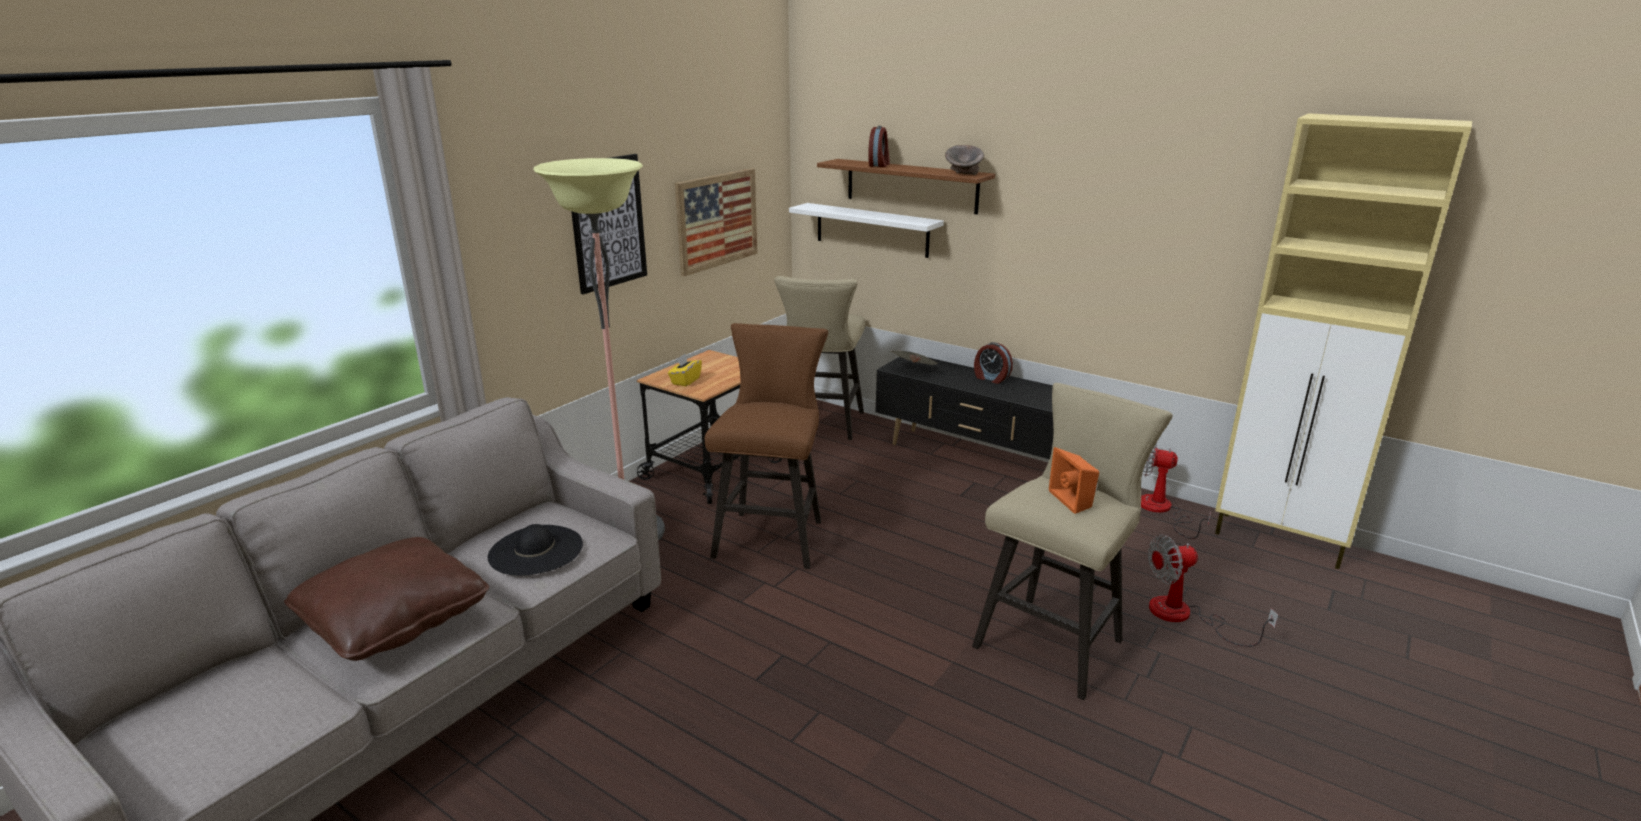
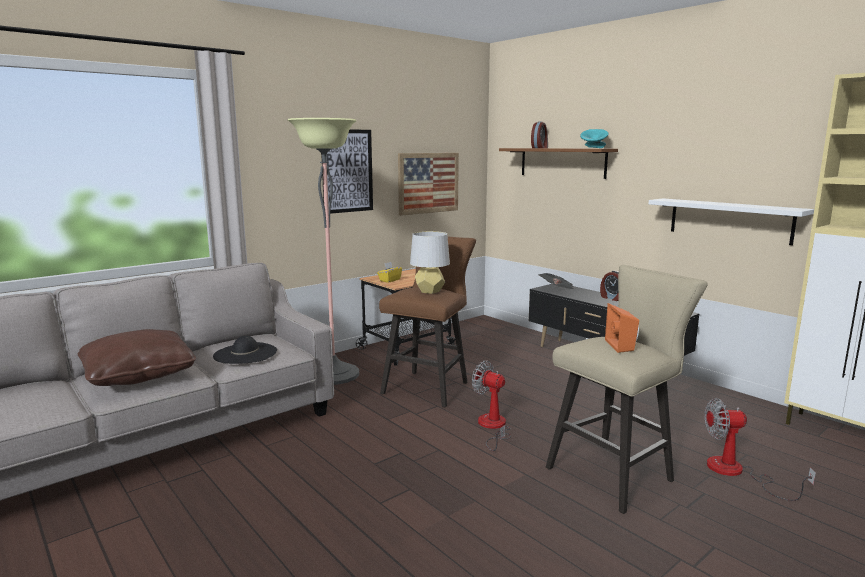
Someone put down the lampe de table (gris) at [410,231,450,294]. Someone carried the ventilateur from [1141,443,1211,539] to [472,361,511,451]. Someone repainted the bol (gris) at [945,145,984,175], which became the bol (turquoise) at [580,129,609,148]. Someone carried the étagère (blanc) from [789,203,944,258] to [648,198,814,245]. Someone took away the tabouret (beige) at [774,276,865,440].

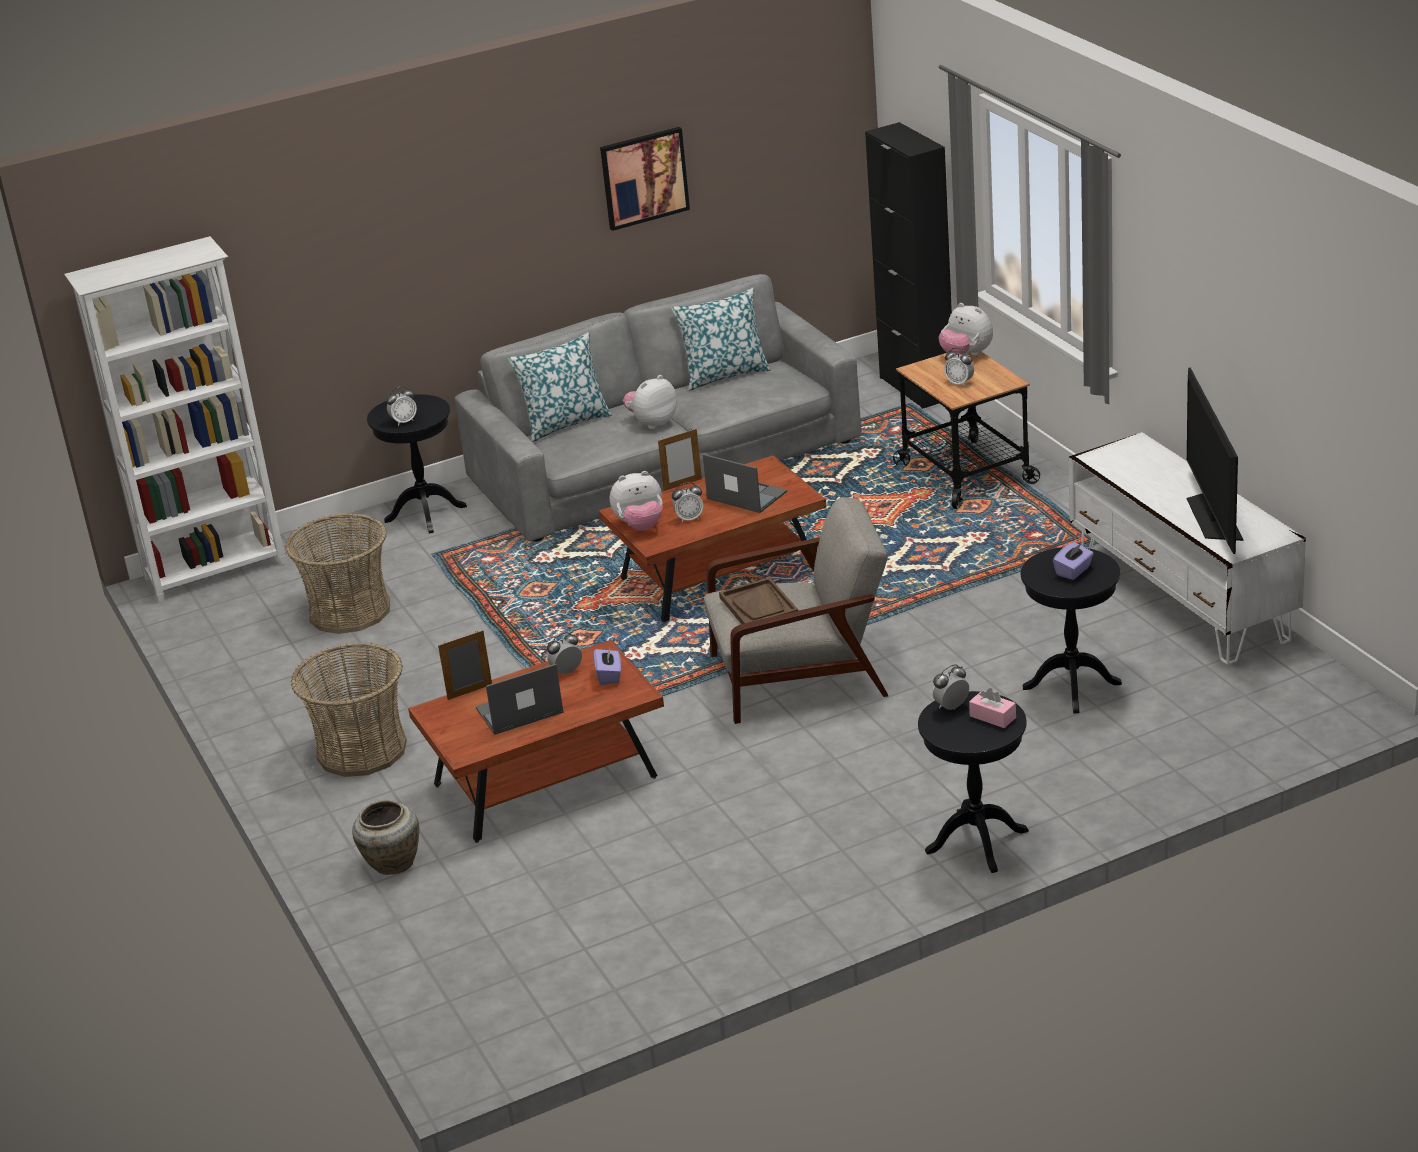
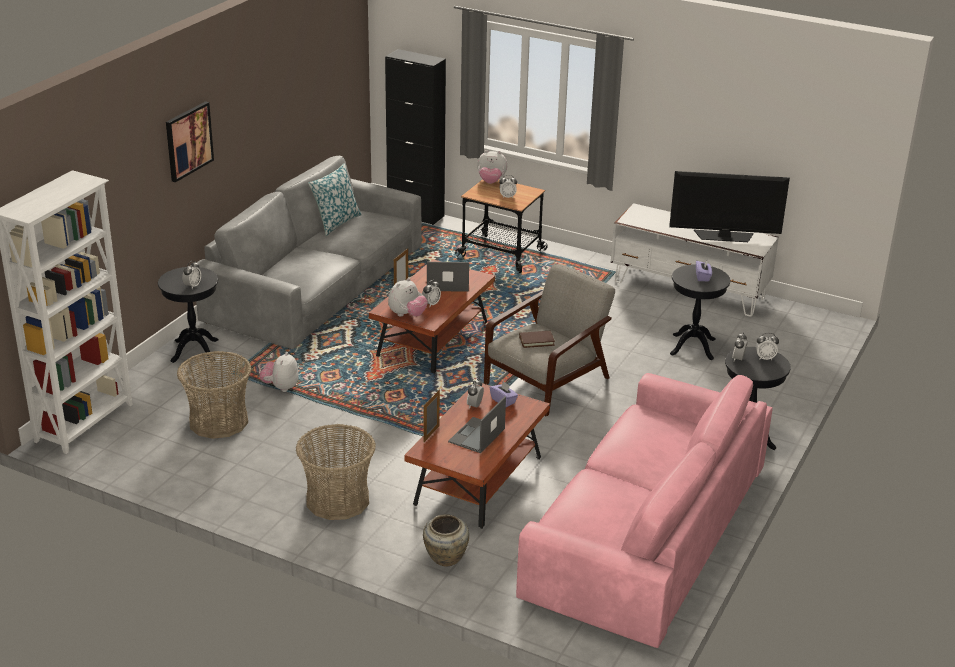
Someone carried the tableau from [600,127,690,231] to [166,101,214,182]. Someone carried the peluche from [623,375,677,429] to [259,352,299,392]. Someone put down the canapé (rose) at [516,373,773,648]. Someone swapped the plateau (marron) at [719,577,798,624] for the livre (marron) at [519,331,555,348]. Someone rotated the téléviseur at [1187,368,1243,554] by 45 degrees counterclockwise. Someone swapped the boîte à mouchoirs (rose) at [969,688,1016,728] for the réveil at [756,333,779,360]. Someone took away the coussin at [508,332,612,442].

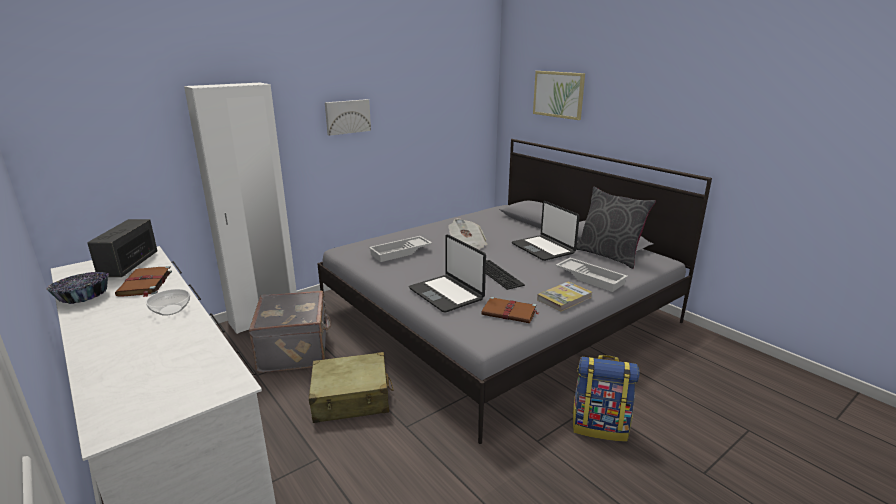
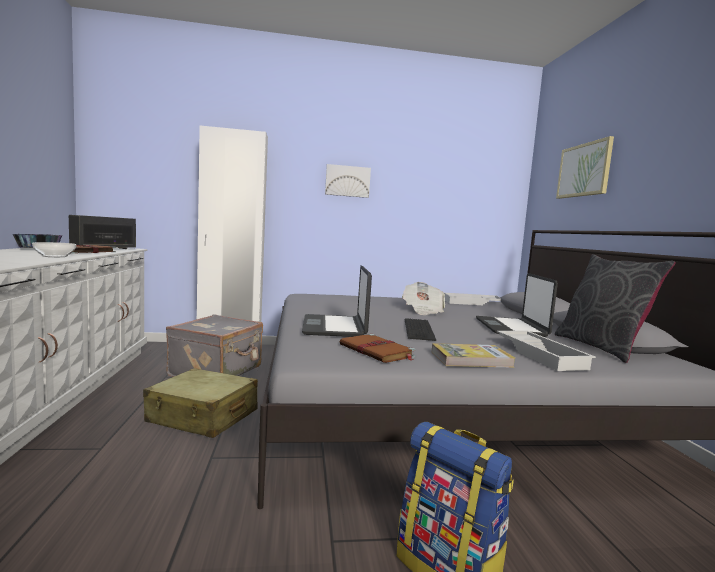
Someone carried the plateau (blanc) from [369,236,432,262] to [443,292,501,305].

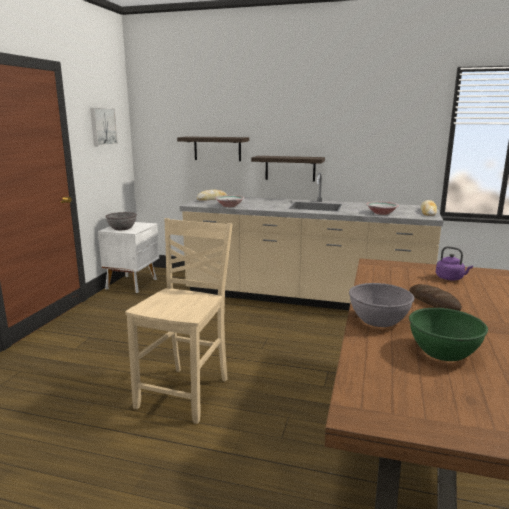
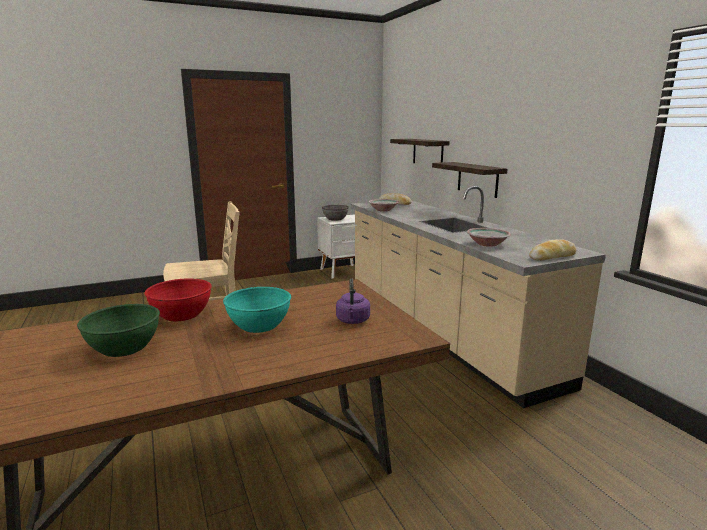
Someone repainted the bol (gris) at [349,283,414,327], which became the bol (rouge) at [144,278,212,321]. Someone swapped the pain at [409,284,462,311] for the bol (turquoise) at [223,287,291,333]. Someone took away the tableau at [90,108,118,146].

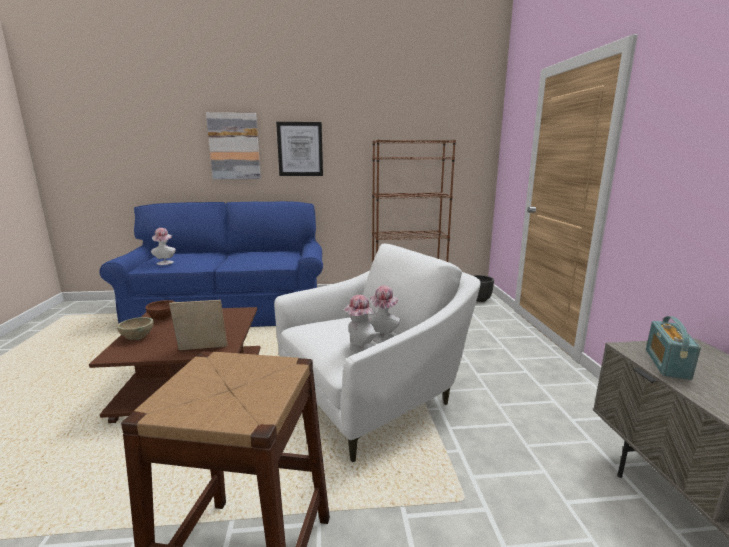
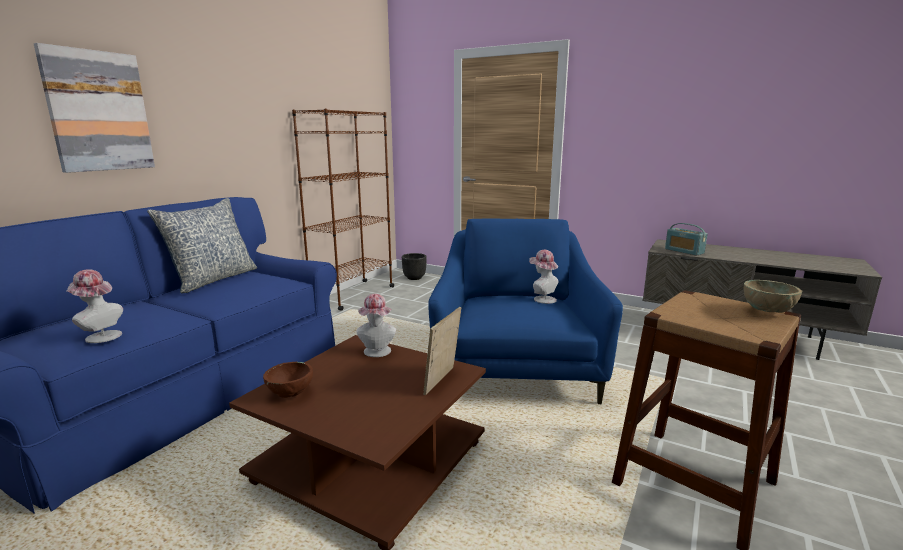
Someone put down the coussin at [147,198,257,293]. Someone carried the chapeau from [343,295,376,353] to [356,294,396,357]. Someone repainted the fauteuil (blanc) at [274,244,481,462], which became the fauteuil (bleu) at [428,218,623,404]. Someone carried the bol (beige) from [117,317,153,340] to [744,280,802,313]. Someone took away the tableau at [276,122,323,176].

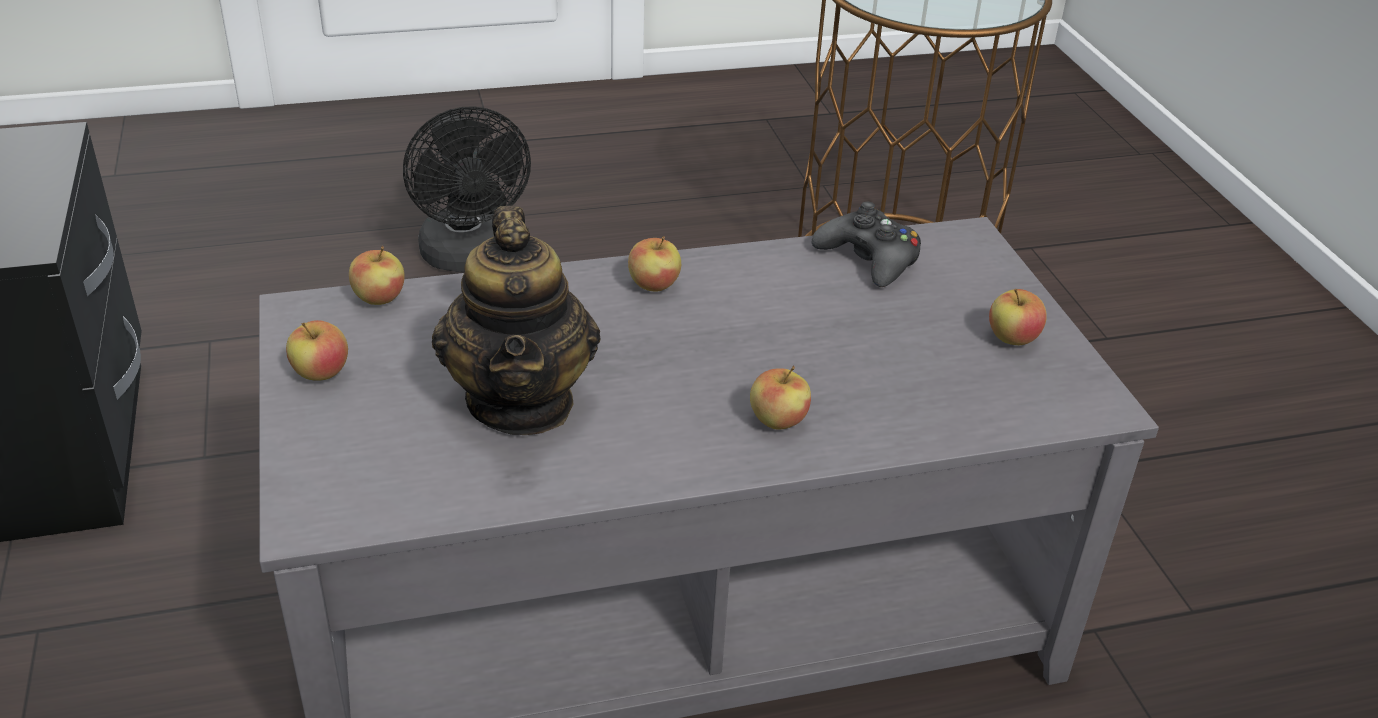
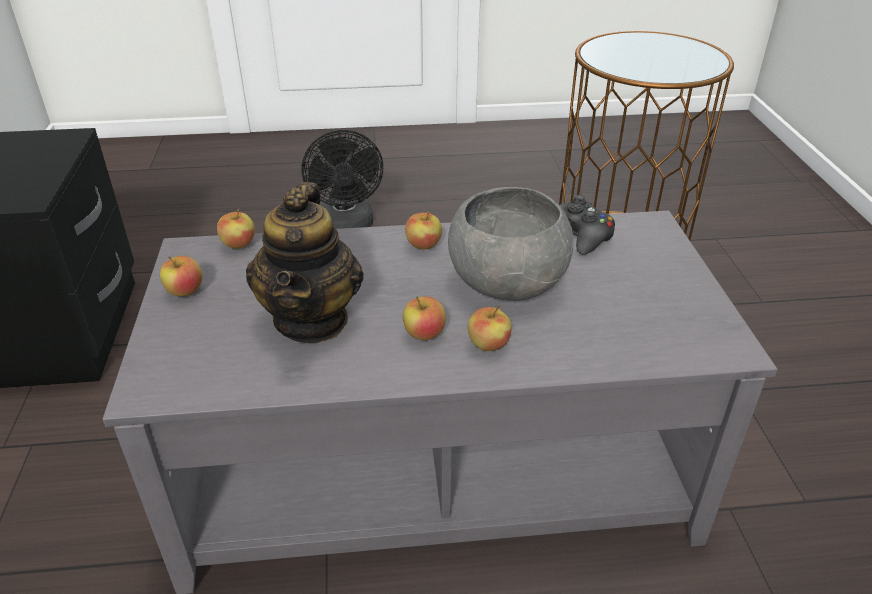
Someone carried the pomme from [989,289,1047,345] to [403,296,446,340]. Someone put down the bol (gris) at [448,187,573,301].

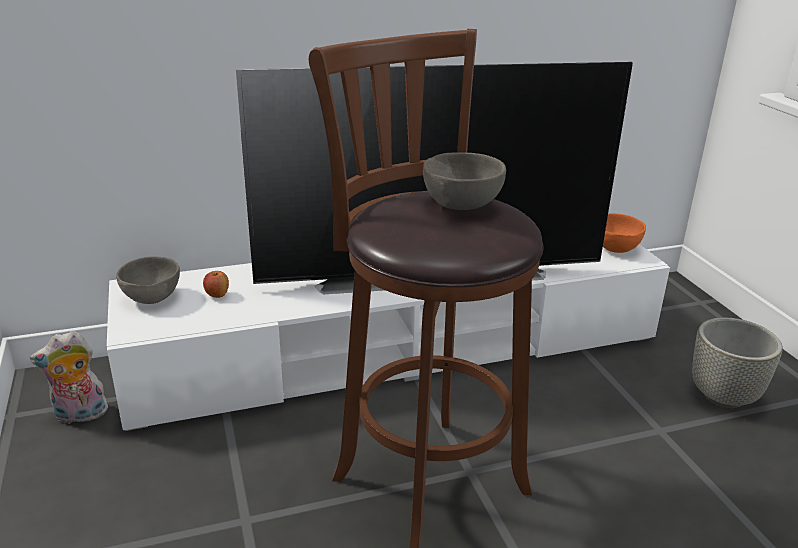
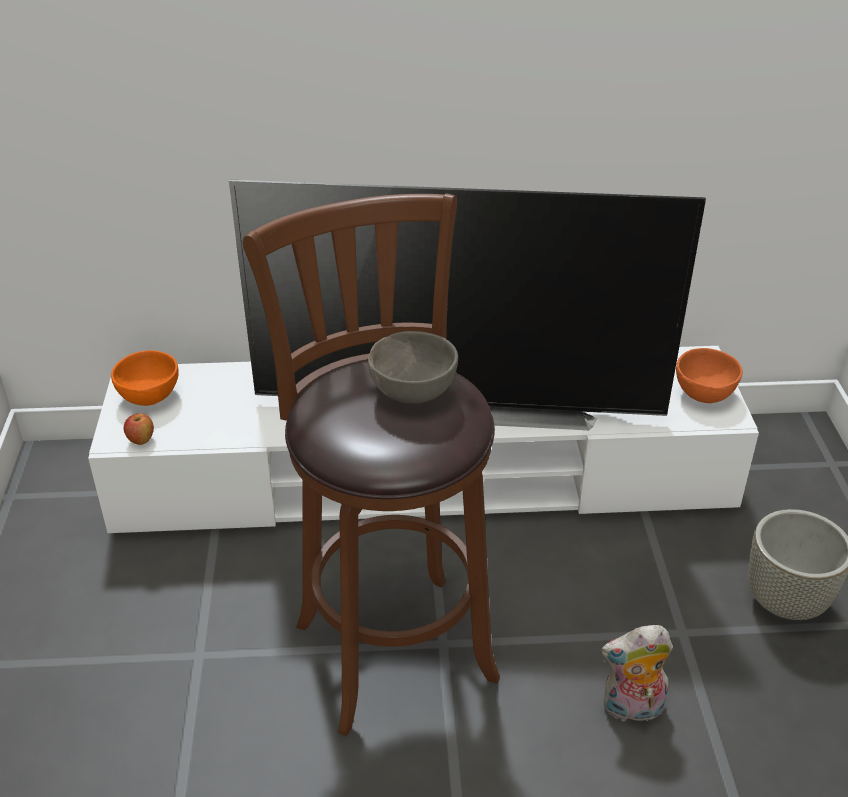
Someone repainted the bol (gris) at [116,256,180,304], which became the bol (orange) at [111,350,179,406]. Someone carried the pomme from [203,271,229,298] to [124,413,154,445]. Someone carried the peluche from [30,331,108,424] to [601,625,673,726].

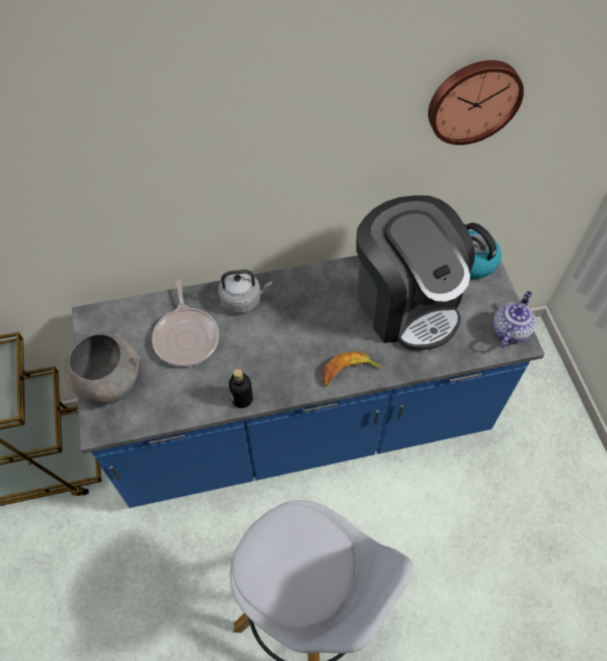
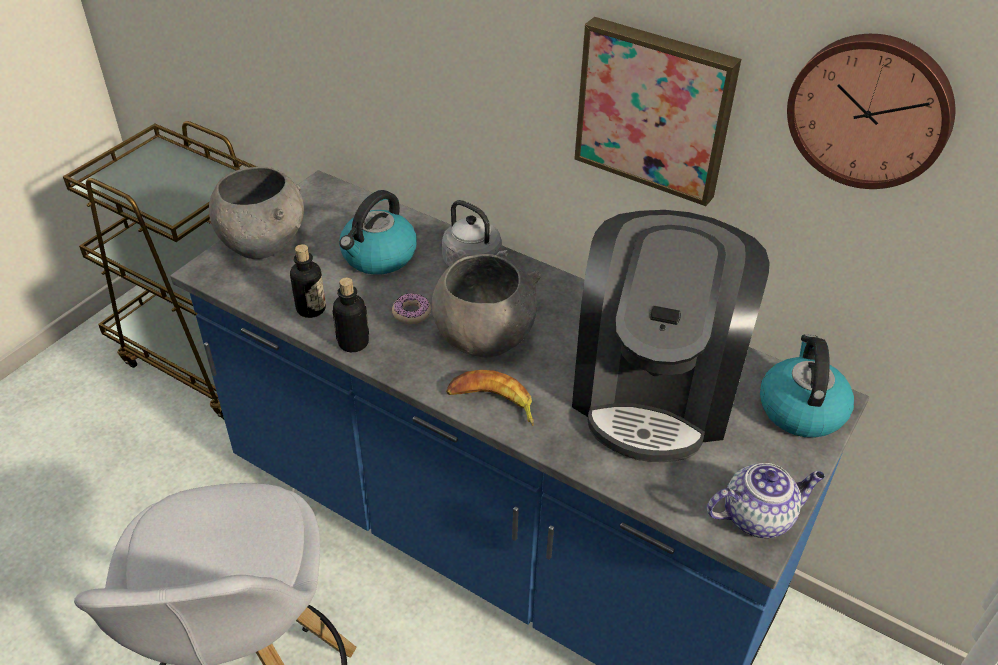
Someone put down the bouteille at [290,244,326,318]. Someone swapped the poêle at [152,280,219,367] for the bouilloire at [339,190,417,275]. Someone put down the beignet at [392,294,431,324]. Someone put down the bol (gris) at [432,254,541,357]. Someone put up the tableau at [574,17,741,206].

